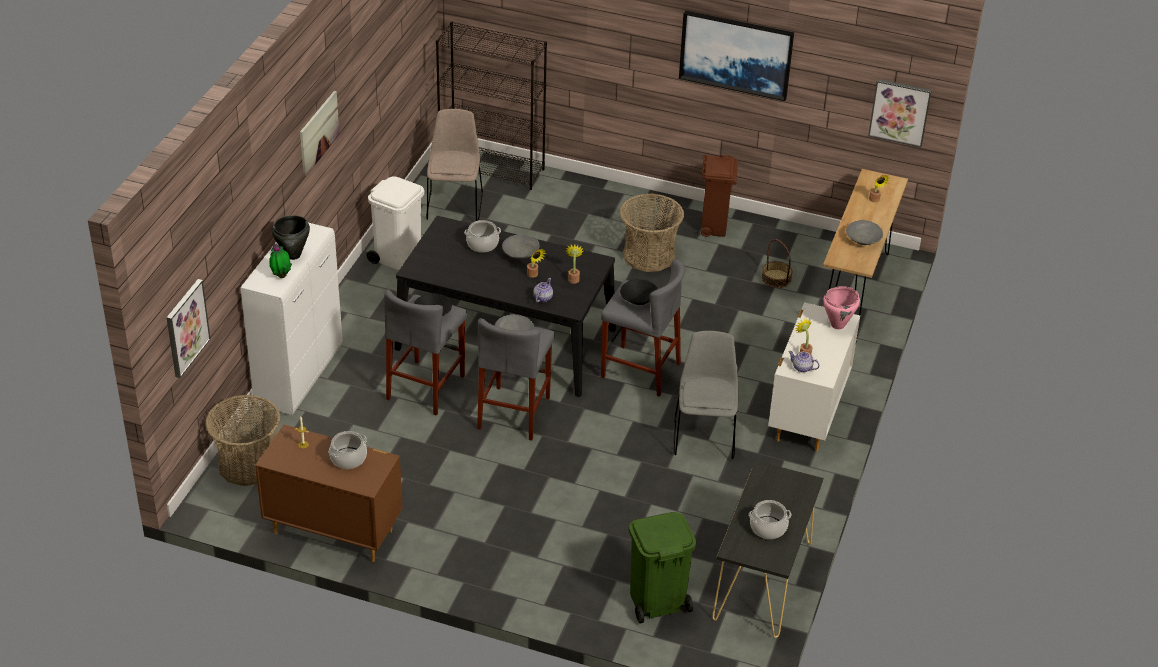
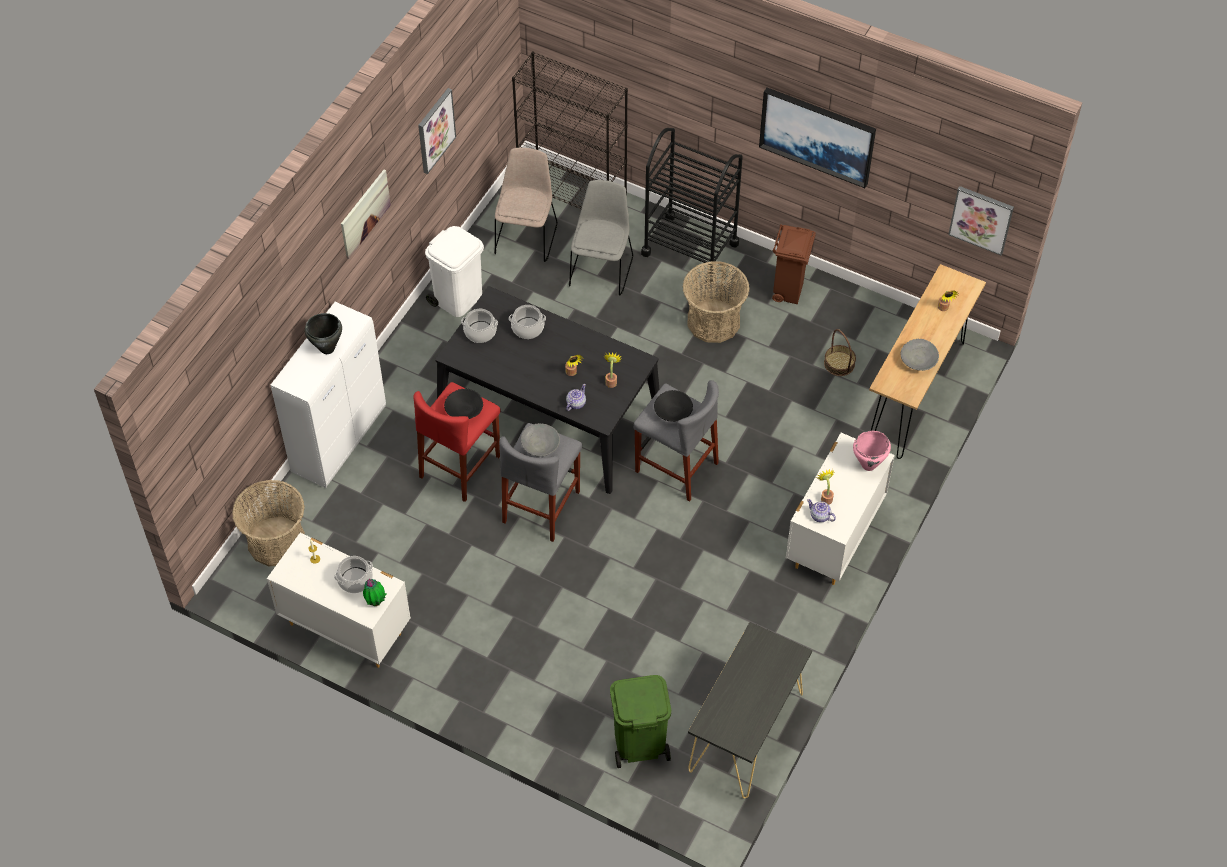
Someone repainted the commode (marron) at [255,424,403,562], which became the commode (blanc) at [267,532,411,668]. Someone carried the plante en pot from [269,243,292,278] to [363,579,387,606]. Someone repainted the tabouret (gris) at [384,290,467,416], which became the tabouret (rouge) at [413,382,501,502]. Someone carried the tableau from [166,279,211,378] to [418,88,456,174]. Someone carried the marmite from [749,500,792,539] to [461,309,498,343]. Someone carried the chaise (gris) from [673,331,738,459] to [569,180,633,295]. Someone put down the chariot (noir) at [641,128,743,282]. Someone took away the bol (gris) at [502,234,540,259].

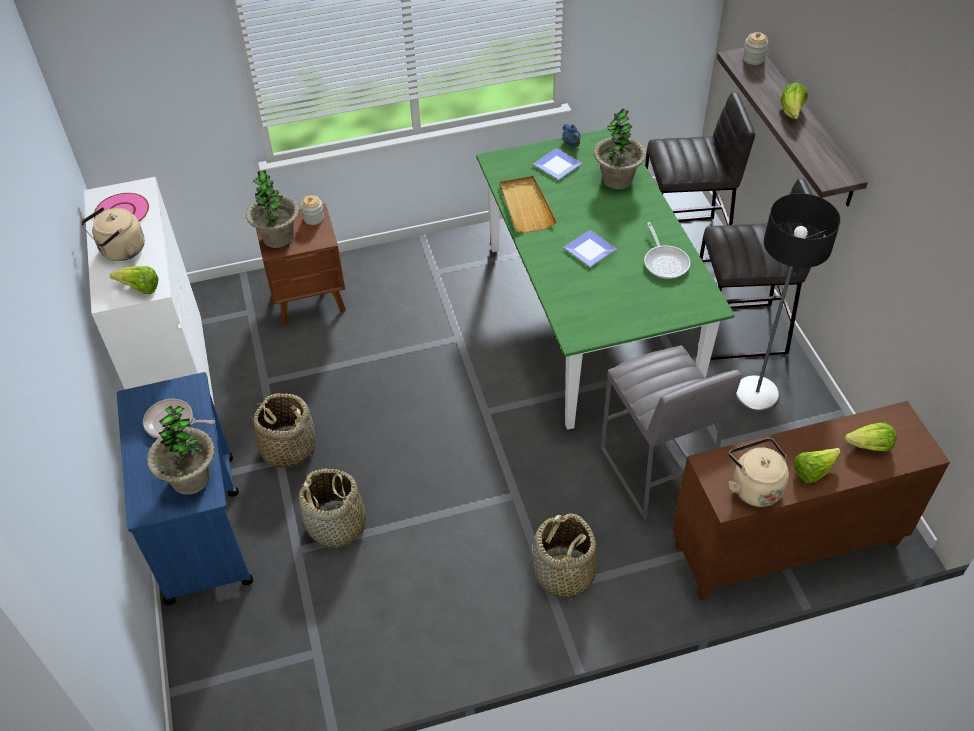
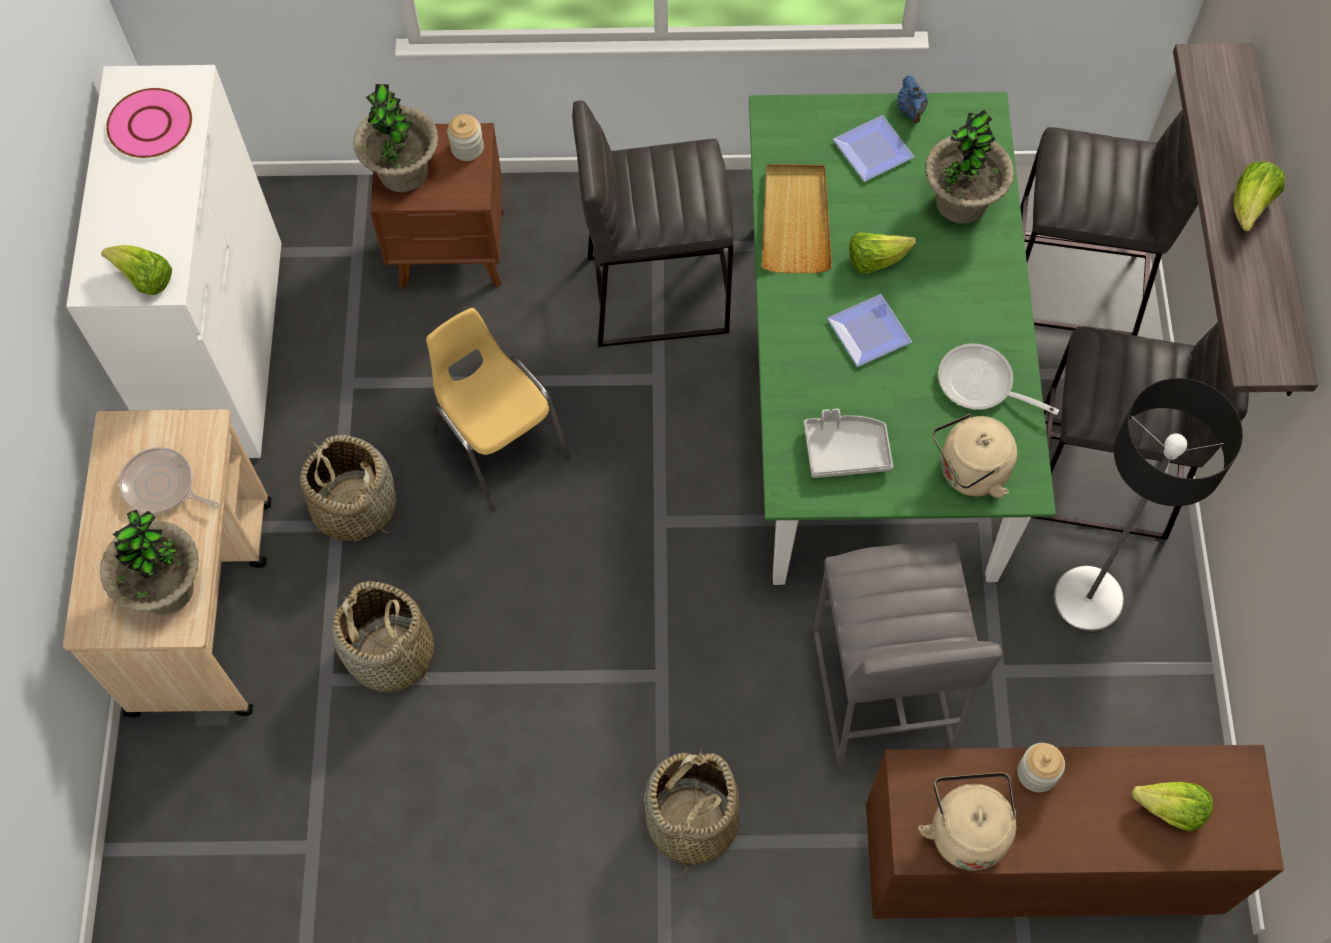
Someone repainted the chariot (bleu) at [117,372,253,605], which became the chariot (beige) at [63,409,271,717]. Someone put down the chaise (jaune) at [426,308,570,511]. Someone put down the tabouret (gris) at [572,101,734,347]. Someone put down the plateau (gris) at [804,408,893,478]. Someone carried the laitue from [794,448,841,483] to [849,232,916,273]. Someone carried the bouilloire (beige) from [81,207,145,261] to [933,414,1017,498]. Someone rotated the poêle at [644,222,691,279] by 120 degrees clockwise. Someone carried the bocal from [743,32,768,65] to [1018,743,1065,792].

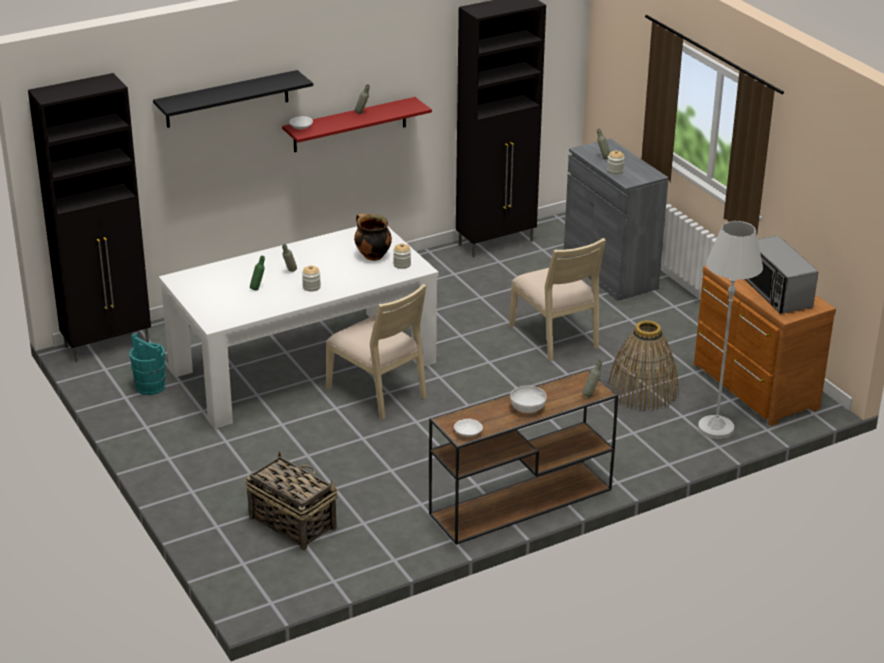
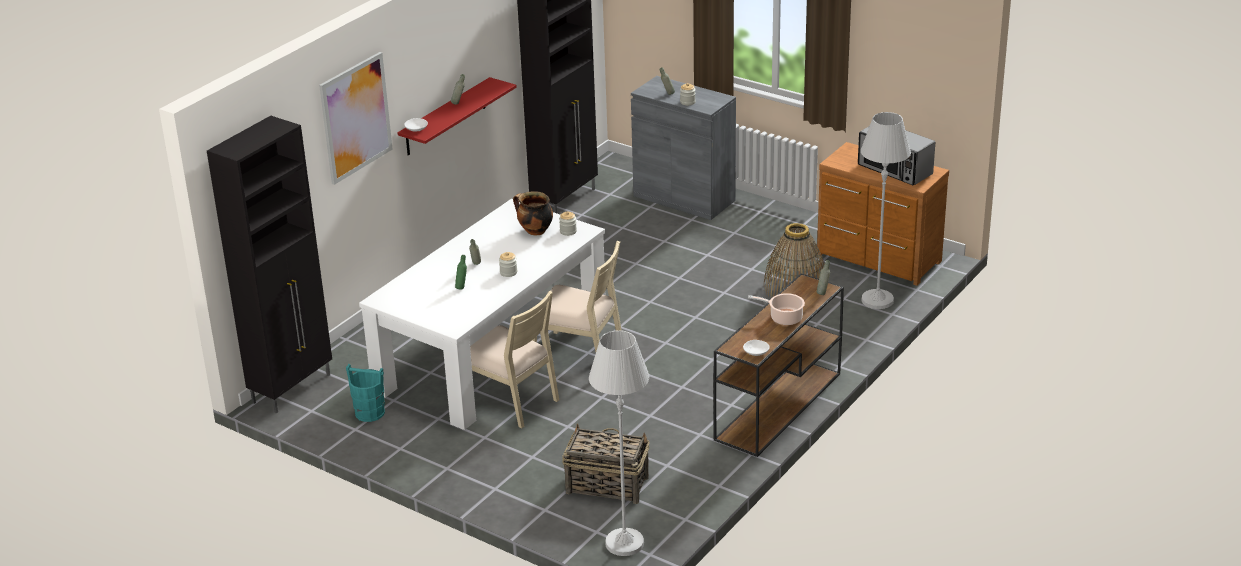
Someone swapped the étagère (noir) at [153,70,313,128] for the tableau at [319,52,393,185]. Someone carried the chaise (beige) from [509,238,606,361] to [470,291,559,428]. Someone put down the lampadaire (blanc) at [589,330,649,556]. Someone swapped the bol (blanc) at [510,386,546,413] for the marmite at [748,293,805,325].

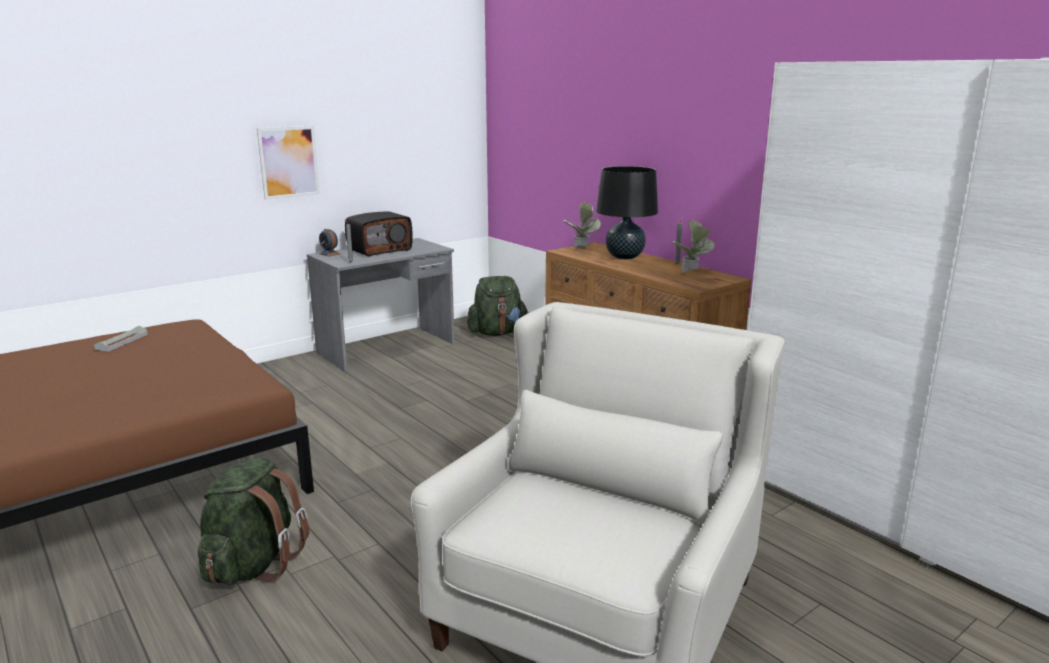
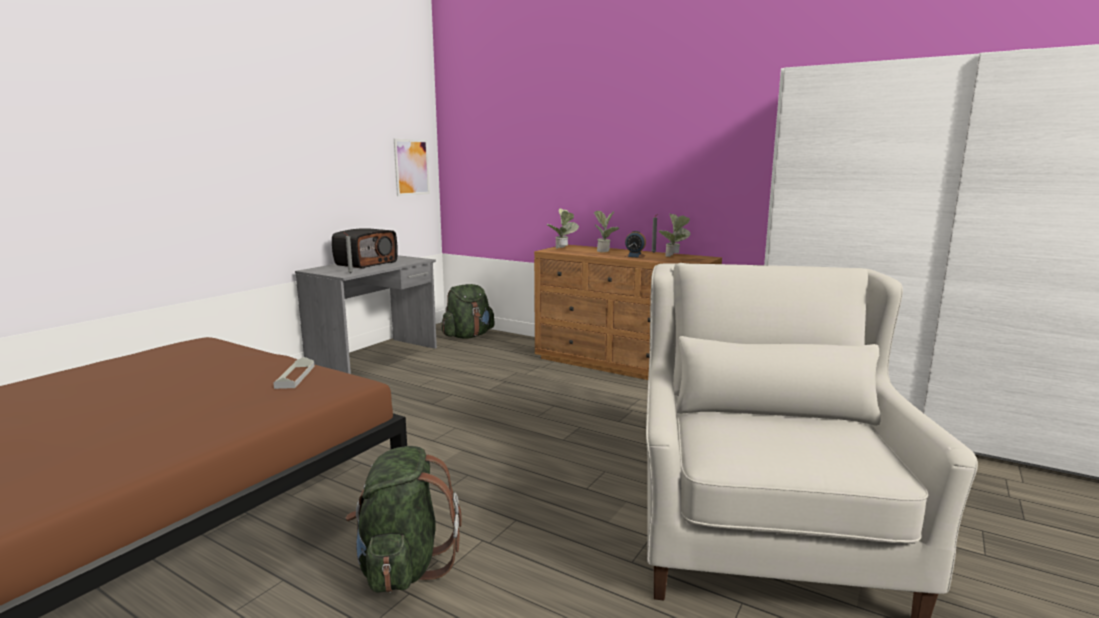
Someone carried the plateau (gris) from [94,326,148,351] to [273,357,315,389]. Someone carried the tableau from [257,126,320,200] to [394,139,430,196]. Someone swapped the lampe de table (noir) at [596,166,658,259] for the plante en pot at [594,211,619,252]. Someone carried the réveil from [319,229,340,257] to [625,231,646,258].

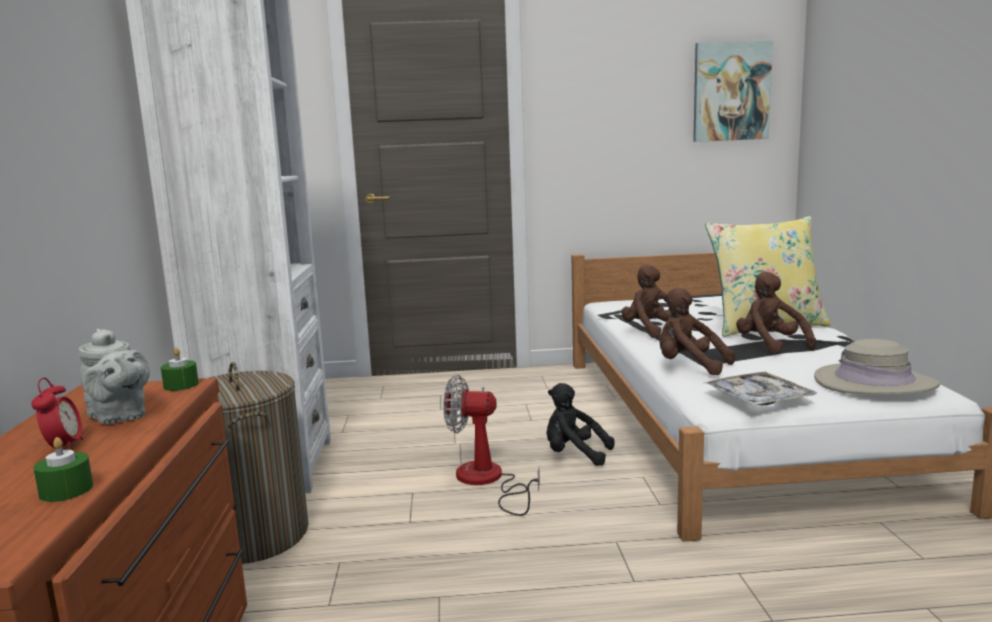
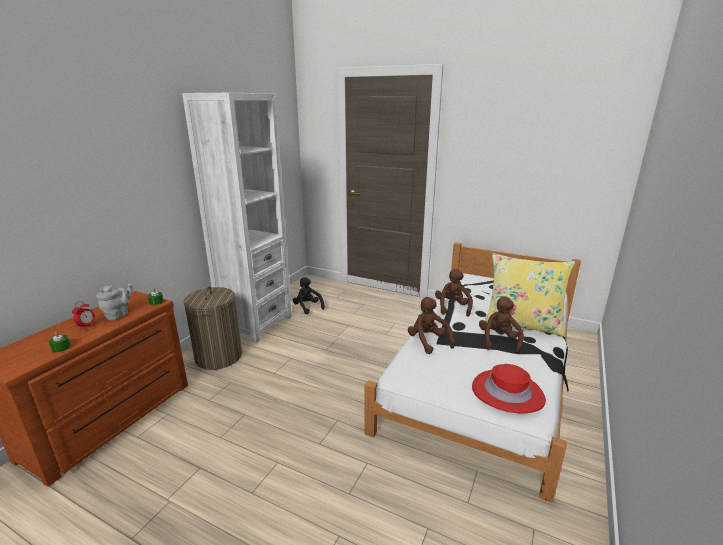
Someone rotated the théière (gris) at [78,329,150,424] by 135 degrees counterclockwise. Someone carried the peluche (noir) from [546,383,614,466] to [293,277,325,314]. Someone repainted the chapeau (beige) at [814,339,940,395], which became the chapeau (rouge) at [472,364,546,413]. Someone took away the ventilateur at [444,375,540,516]. Someone took away the tableau at [693,40,773,142]. Someone took away the plateau at [705,372,817,406].

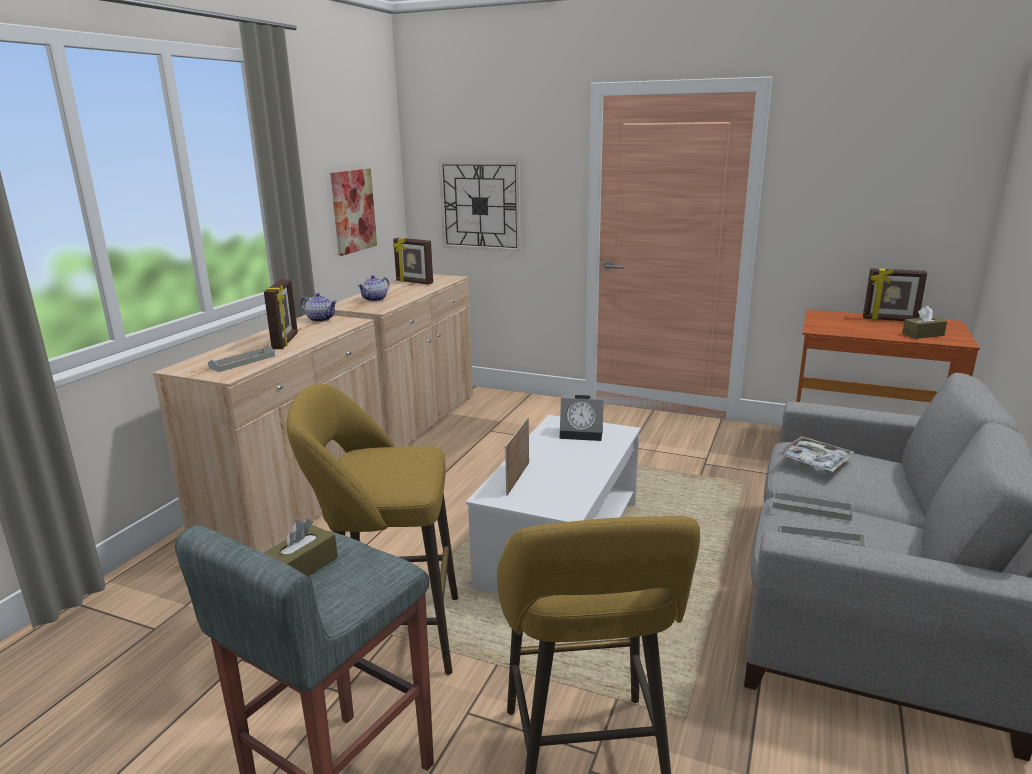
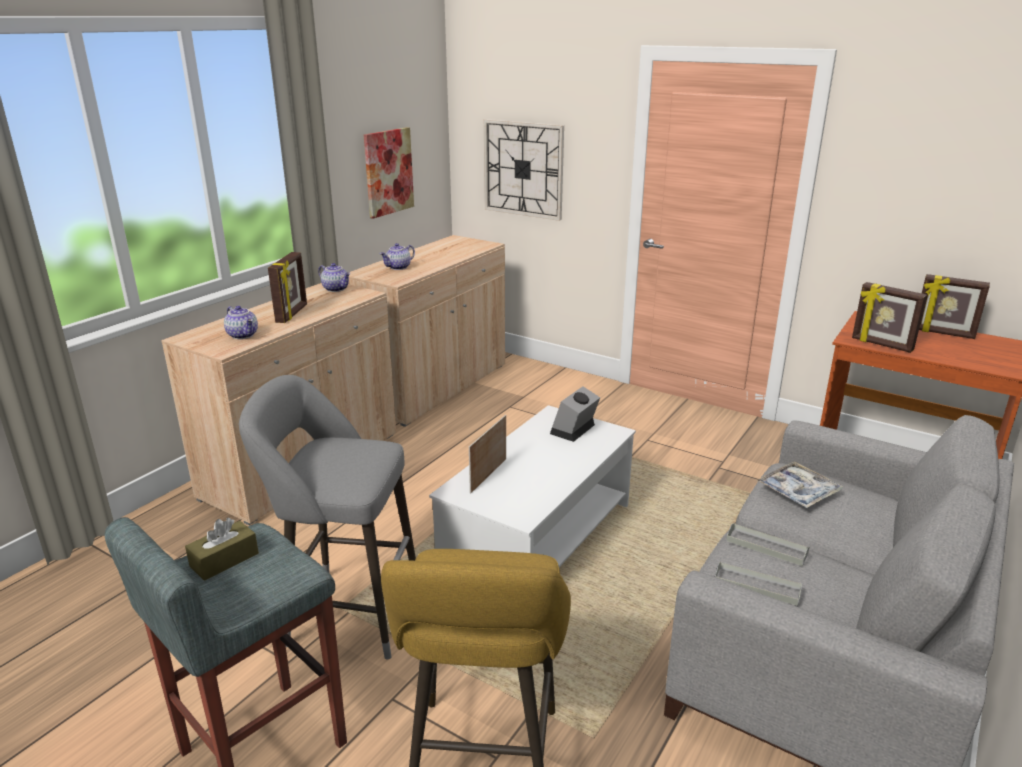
Someone swapped the plateau (gris) at [208,345,275,372] for the théière at [224,306,258,339]. Someone repainted the tabouret (jaune) at [287,384,458,675], which became the tabouret (gris) at [239,375,416,660]. Someone rotated the réveil at [560,395,604,441] by 105 degrees clockwise. Someone carried the cadre photo from [393,238,433,285] to [852,282,927,353]. Someone took away the boîte à mouchoirs (marron) at [902,306,947,339].

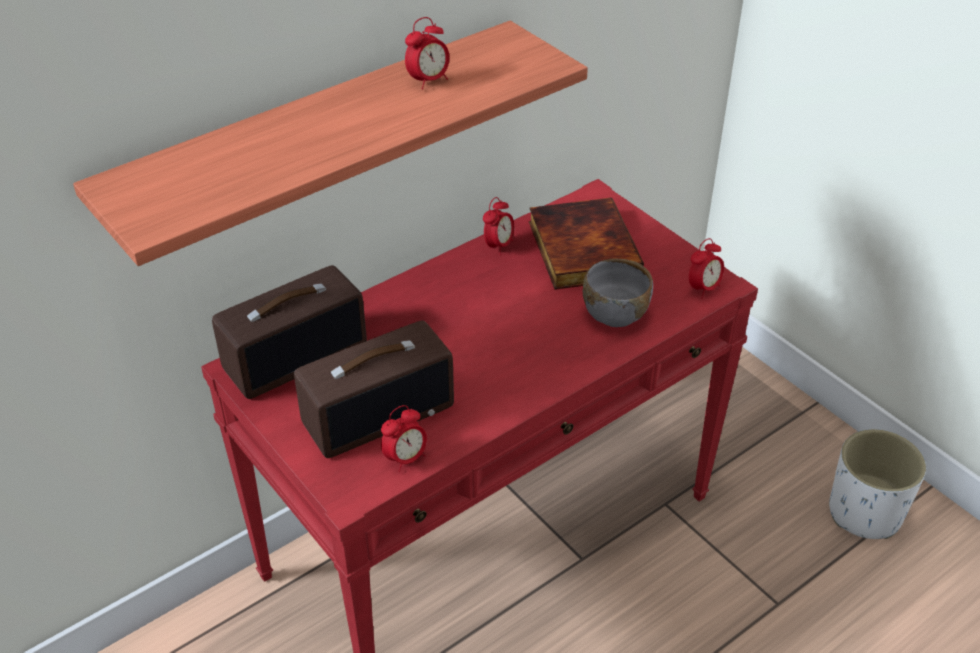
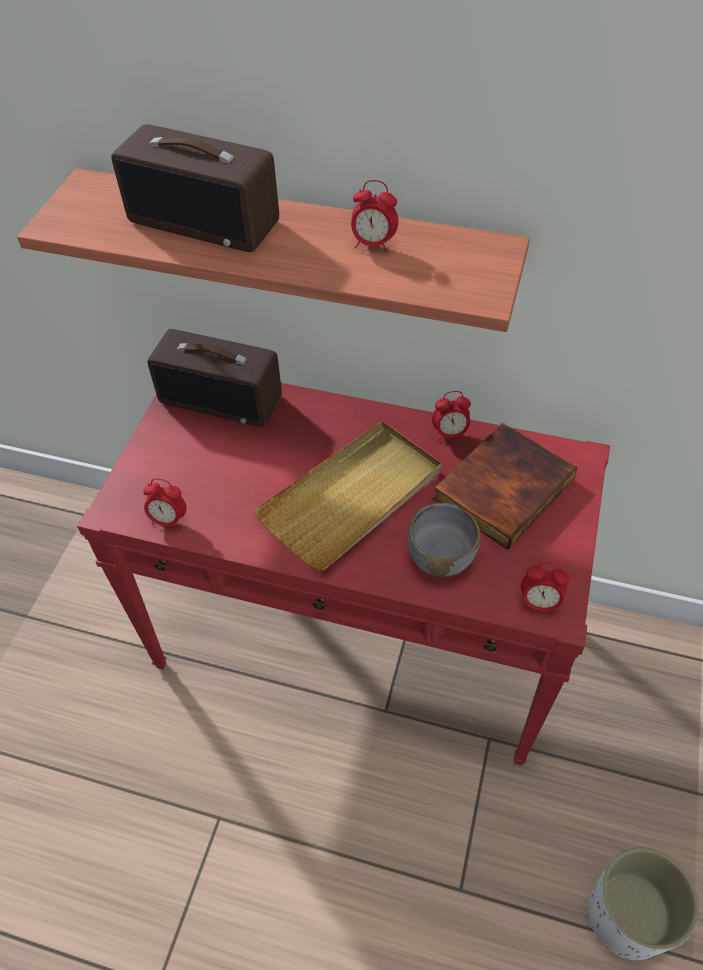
Someone carried the radio from [294,320,454,458] to [111,124,279,252]. Someone put down the plateau (beige) at [254,421,442,572].

